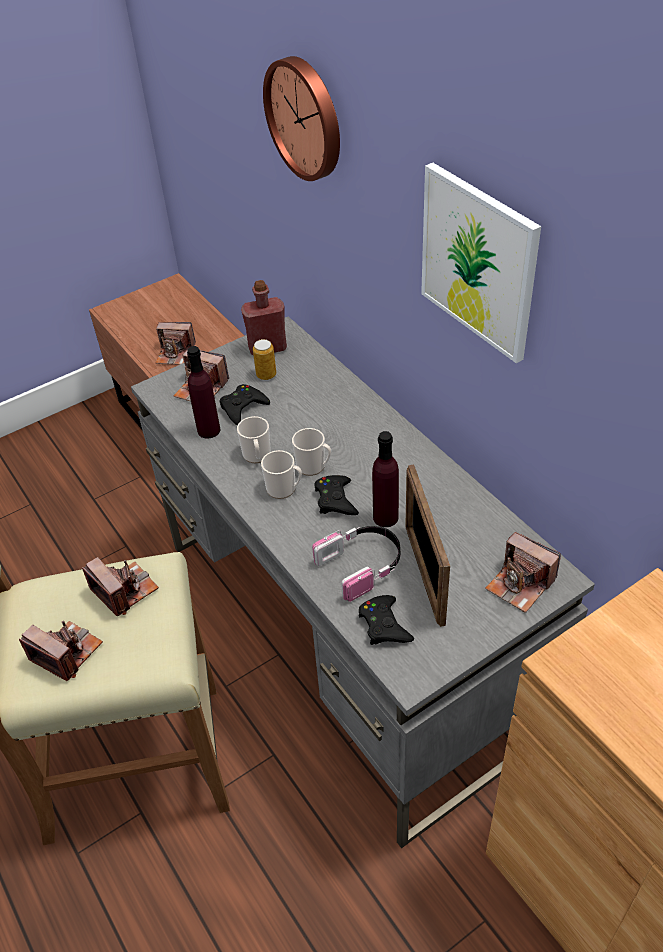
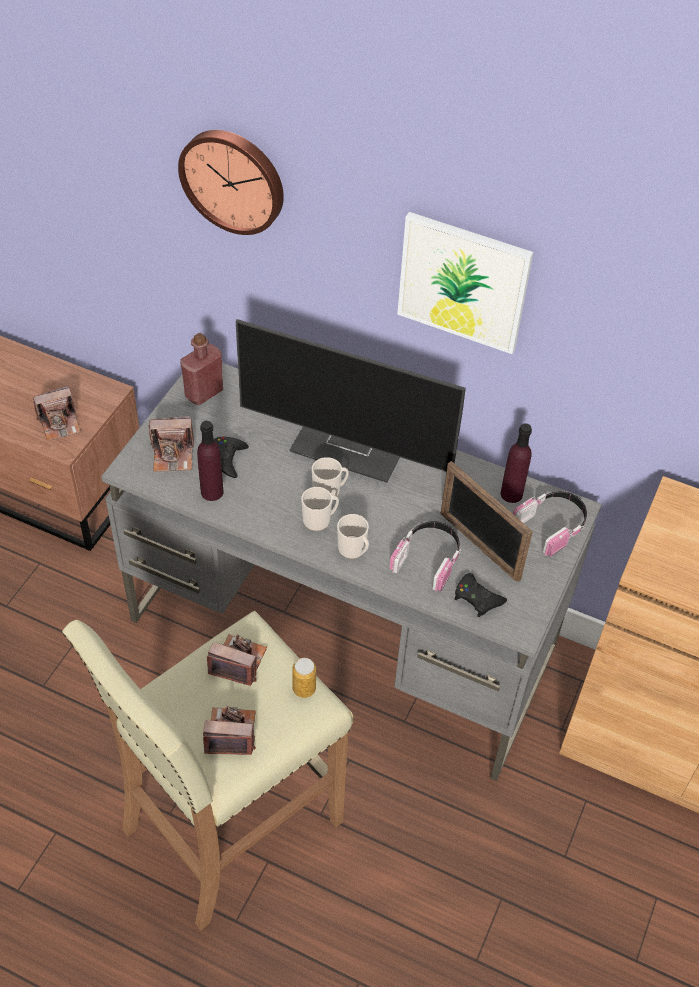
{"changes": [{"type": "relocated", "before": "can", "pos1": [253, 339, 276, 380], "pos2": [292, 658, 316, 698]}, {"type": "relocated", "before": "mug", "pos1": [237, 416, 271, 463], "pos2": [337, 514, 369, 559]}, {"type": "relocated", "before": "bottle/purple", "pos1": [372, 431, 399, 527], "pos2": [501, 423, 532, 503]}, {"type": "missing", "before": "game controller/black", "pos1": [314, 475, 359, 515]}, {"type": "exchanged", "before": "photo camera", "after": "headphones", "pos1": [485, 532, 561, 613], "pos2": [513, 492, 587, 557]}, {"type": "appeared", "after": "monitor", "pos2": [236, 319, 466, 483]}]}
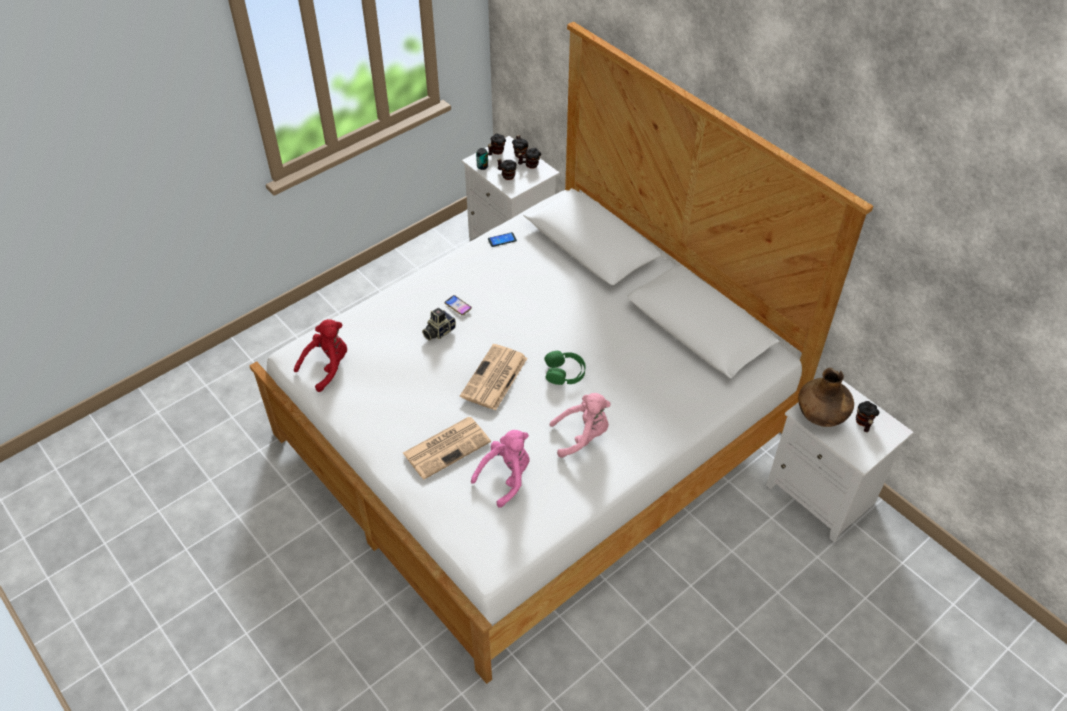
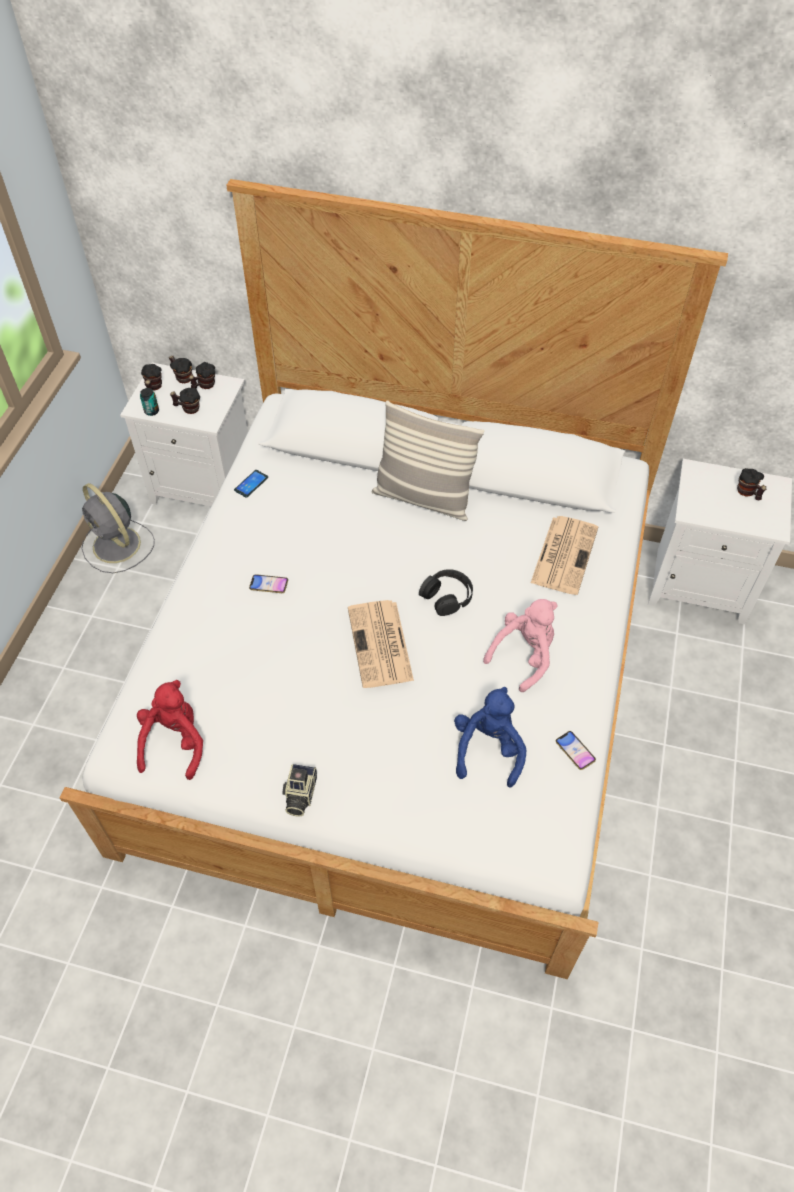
{"changes": [{"type": "relocated", "before": "photo camera", "pos1": [422, 308, 456, 341], "pos2": [282, 764, 317, 817]}, {"type": "colour", "before": "headphones/green", "after": "headphones/black", "pos1": [544, 351, 586, 385], "pos2": [419, 569, 473, 616]}, {"type": "missing", "before": "vase/brown", "pos1": [798, 368, 854, 427]}, {"type": "relocated", "before": "newspaper", "pos1": [403, 417, 491, 480], "pos2": [531, 516, 598, 595]}, {"type": "colour", "before": "plush toy/pink", "after": "plush toy/blue", "pos1": [471, 430, 530, 508], "pos2": [454, 687, 526, 788]}, {"type": "appeared", "after": "pillow", "pos2": [372, 400, 484, 521]}, {"type": "appeared", "after": "fan/grey", "pos2": [81, 483, 155, 573]}, {"type": "appeared", "after": "phone", "pos2": [556, 731, 596, 770]}]}
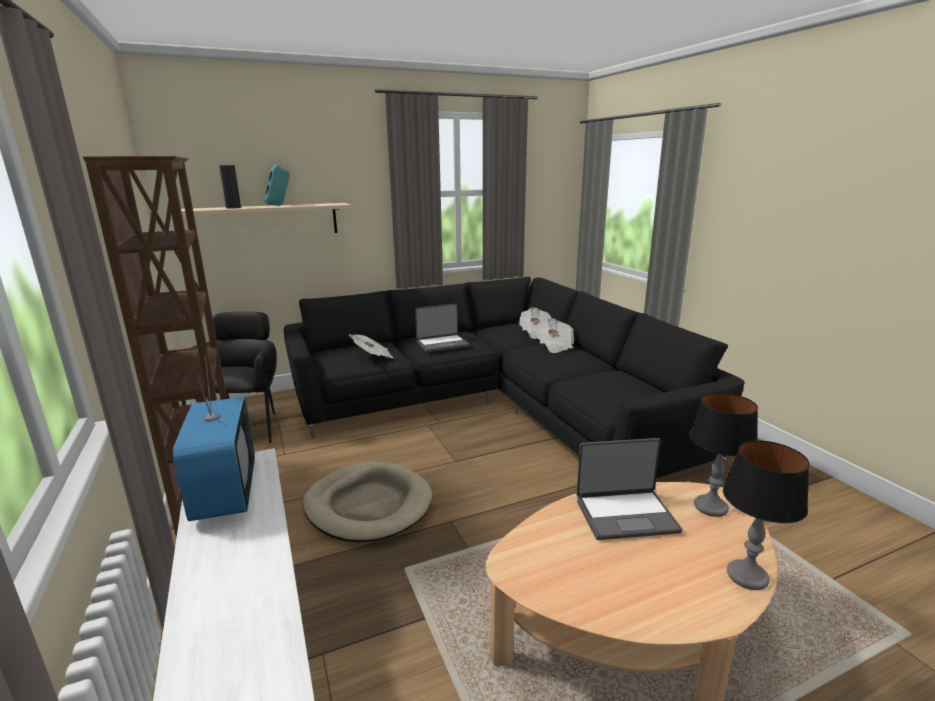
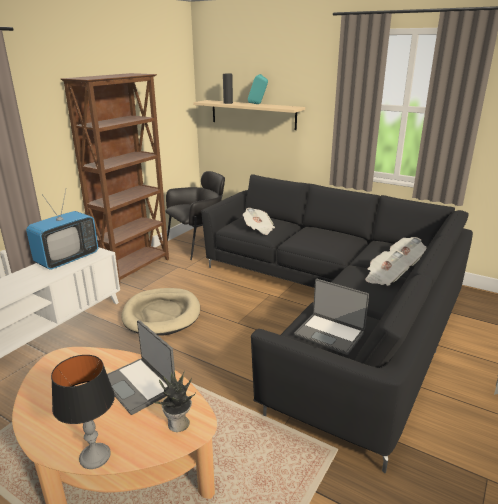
{"changes": [{"type": "relocated", "before": "laptop", "pos1": [415, 304, 469, 353], "pos2": [294, 279, 369, 355]}, {"type": "exchanged", "before": "table lamp", "after": "potted plant", "pos1": [689, 392, 758, 517], "pos2": [152, 371, 196, 432]}]}
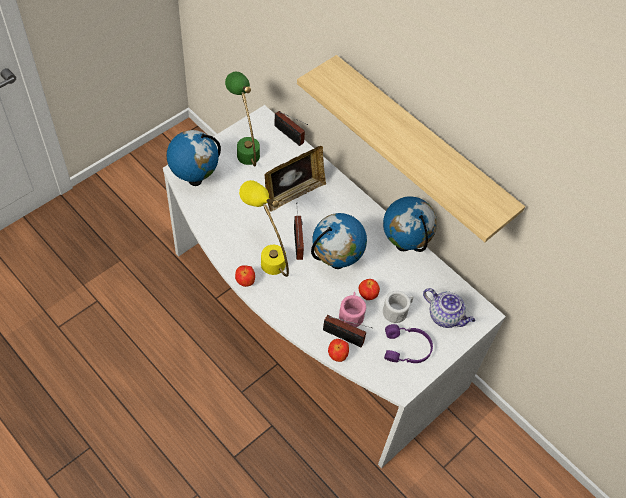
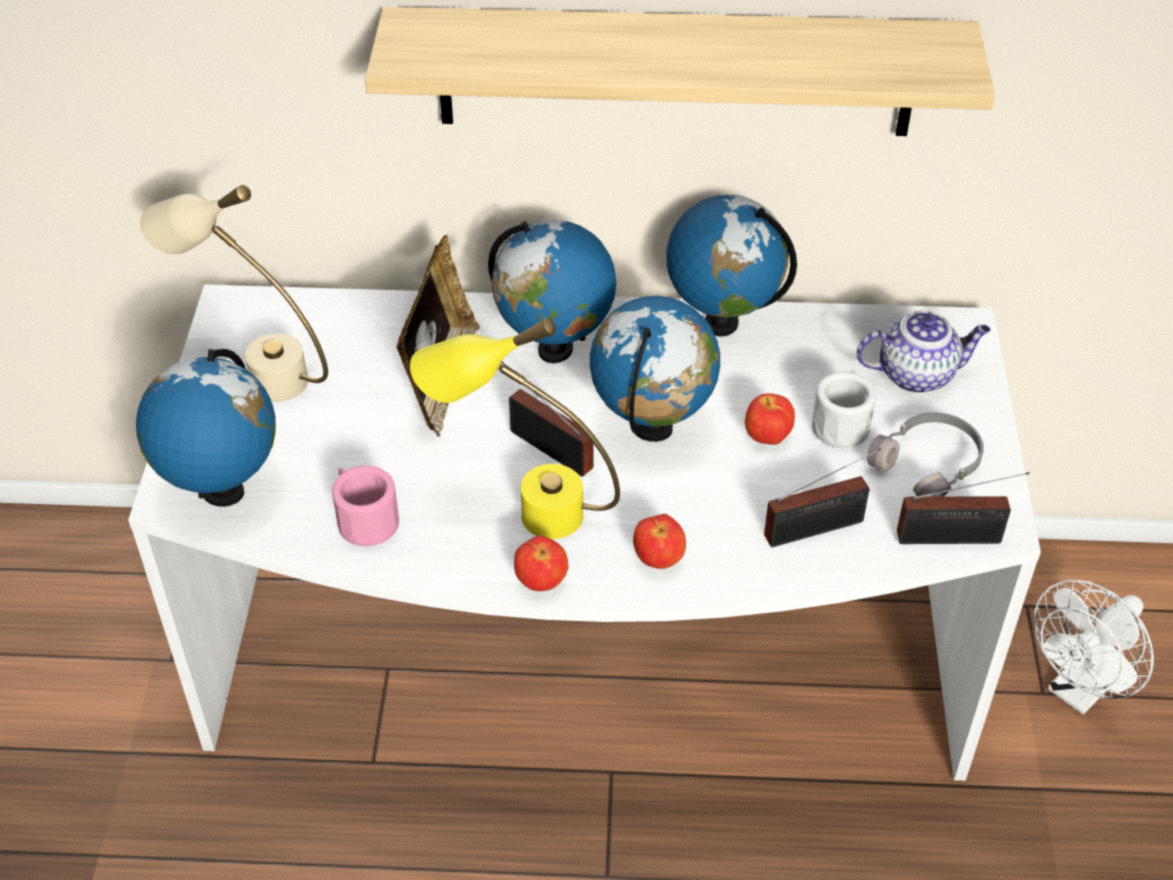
{"changes": [{"type": "colour", "before": "table lamp/green", "after": "table lamp/beige", "pos1": [225, 72, 260, 166], "pos2": [140, 185, 328, 402]}, {"type": "relocated", "before": "radio", "pos1": [274, 111, 308, 146], "pos2": [897, 472, 1029, 544]}, {"type": "relocated", "before": "mug/pink", "pos1": [339, 292, 366, 327], "pos2": [332, 465, 399, 546]}, {"type": "colour", "before": "headphones/purple", "after": "headphones/grey", "pos1": [384, 324, 433, 363], "pos2": [867, 412, 984, 497]}, {"type": "relocated", "before": "apple", "pos1": [328, 339, 349, 362], "pos2": [633, 514, 686, 569]}, {"type": "appeared", "after": "globe", "pos2": [488, 220, 616, 363]}, {"type": "appeared", "after": "fan/white", "pos2": [1034, 580, 1154, 715]}]}
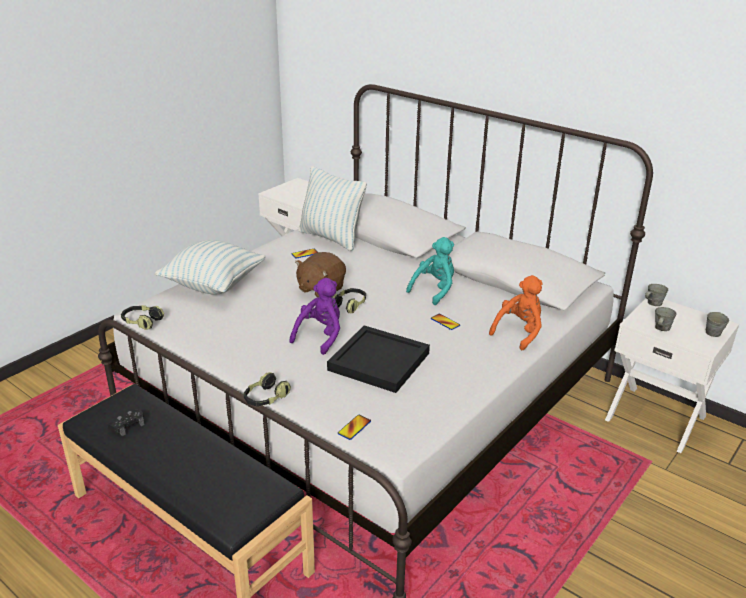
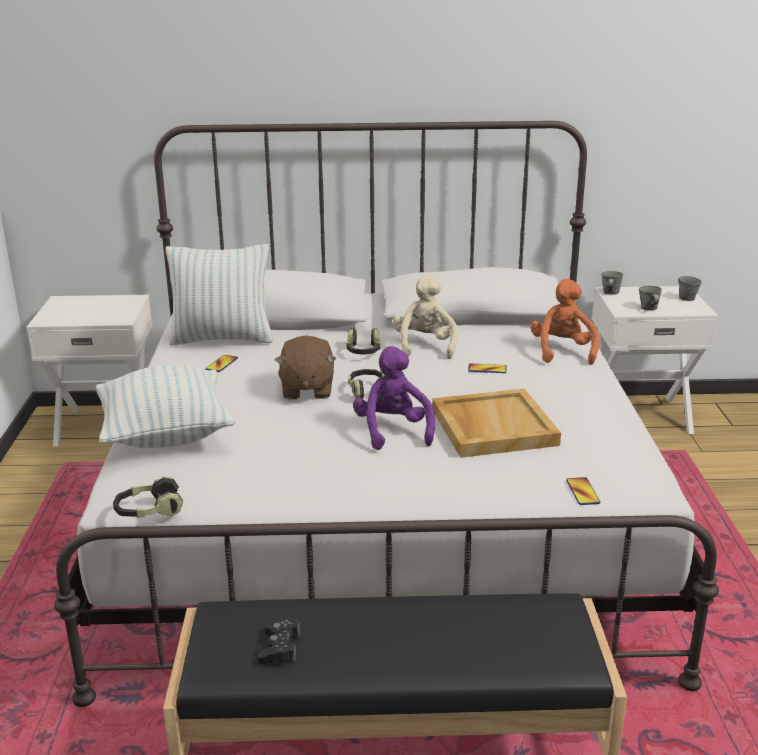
{"changes": [{"type": "colour", "before": "plush toy/turquoise", "after": "plush toy/beige", "pos1": [406, 237, 454, 305], "pos2": [393, 275, 458, 359]}, {"type": "colour", "before": "tray/black", "after": "tray/beige", "pos1": [327, 325, 430, 393], "pos2": [432, 389, 561, 458]}, {"type": "relocated", "before": "headphones", "pos1": [244, 372, 291, 406], "pos2": [346, 328, 381, 355]}]}
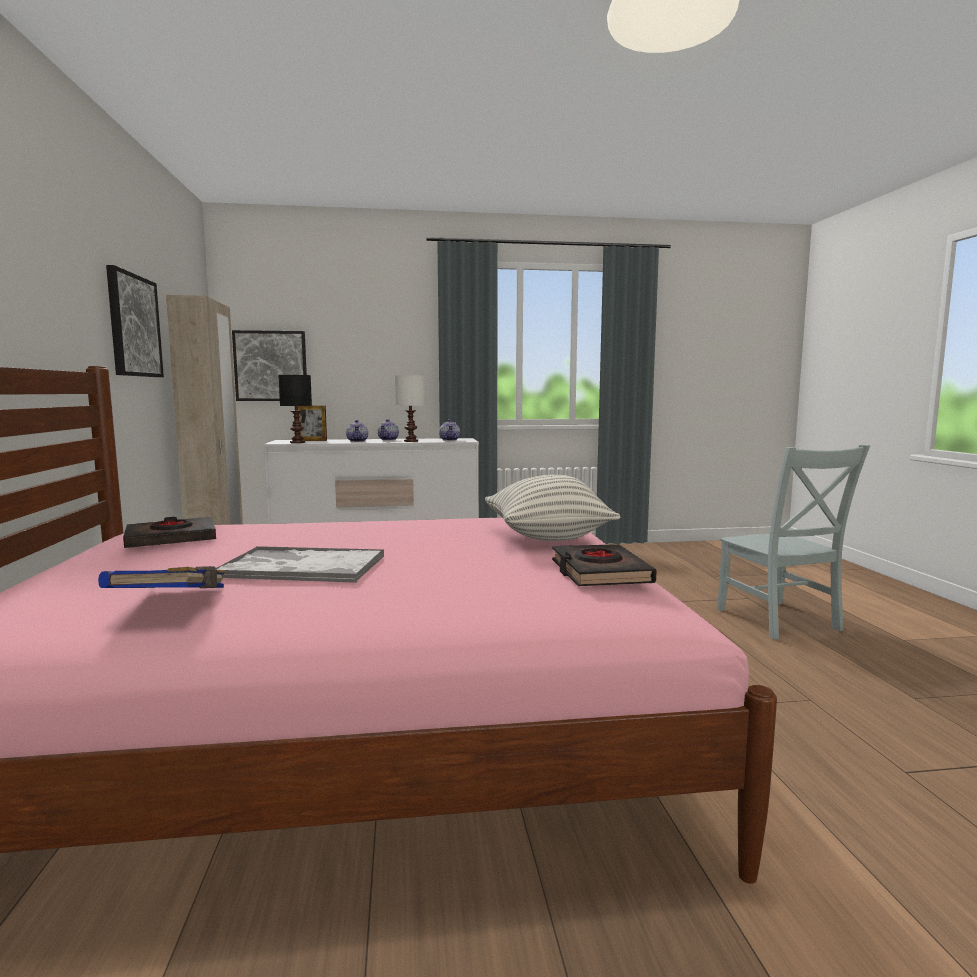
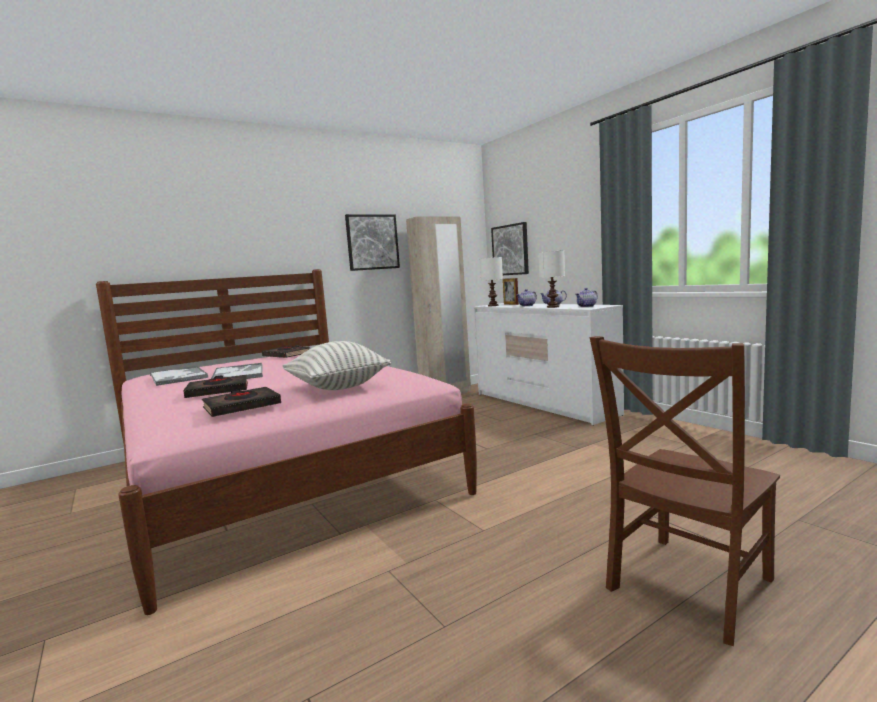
{"changes": [{"type": "colour", "before": "table lamp/black", "after": "table lamp/white", "pos1": [279, 375, 312, 443], "pos2": [480, 257, 503, 306]}, {"type": "colour", "before": "chair/grey", "after": "chair/brown", "pos1": [717, 445, 870, 640], "pos2": [590, 336, 780, 646]}, {"type": "exchanged", "before": "book/blue", "after": "tray", "pos1": [98, 566, 226, 588], "pos2": [150, 366, 208, 386]}, {"type": "appeared", "after": "book/black", "pos2": [183, 375, 248, 398]}]}
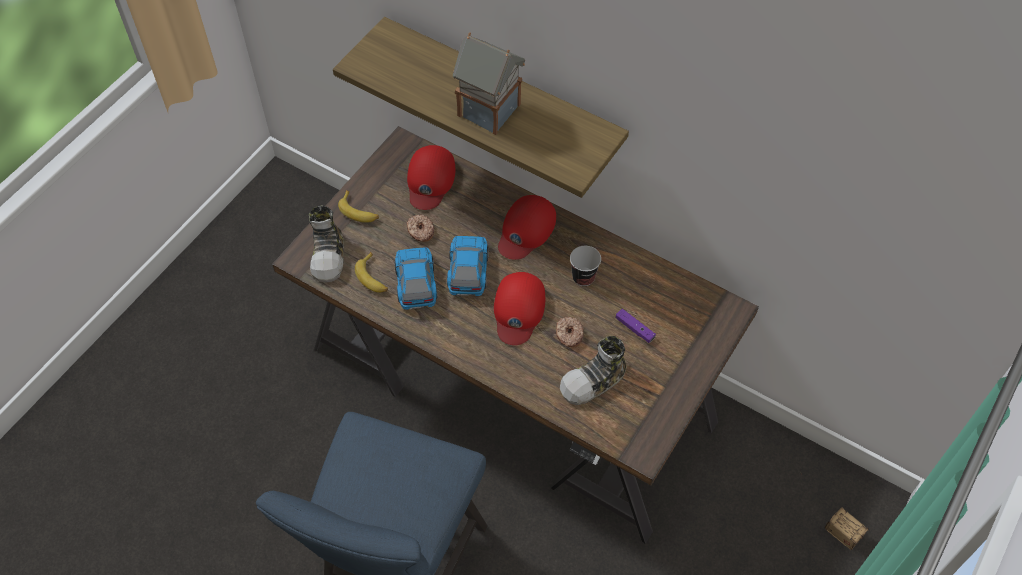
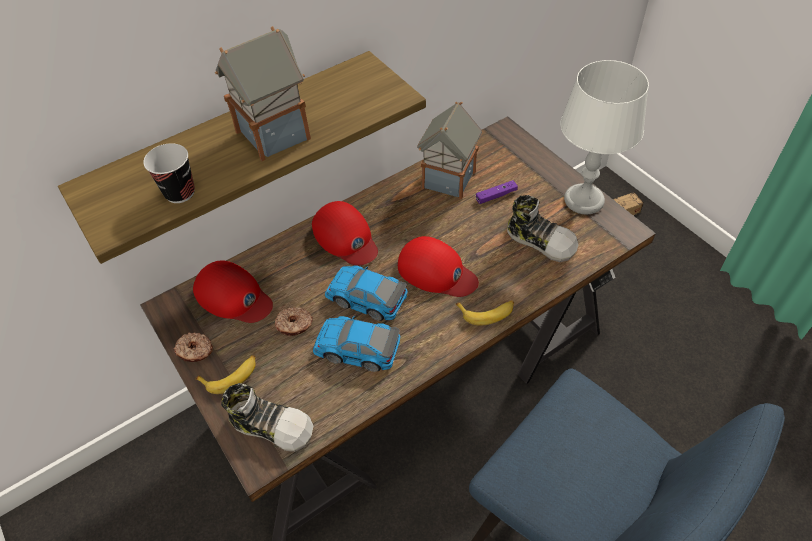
{"changes": [{"type": "relocated", "before": "cup", "pos1": [570, 246, 601, 286], "pos2": [143, 143, 195, 203]}, {"type": "relocated", "before": "banana", "pos1": [355, 252, 388, 293], "pos2": [455, 300, 514, 326]}, {"type": "relocated", "before": "donut", "pos1": [556, 317, 584, 348], "pos2": [173, 333, 213, 362]}, {"type": "spun", "before": "shoe", "pos1": [560, 336, 627, 405], "pos2": [507, 195, 578, 262], "turn": -45}, {"type": "appeared", "after": "table lamp/white", "pos2": [560, 60, 649, 214]}, {"type": "appeared", "after": "toy house", "pos2": [417, 102, 482, 199]}]}
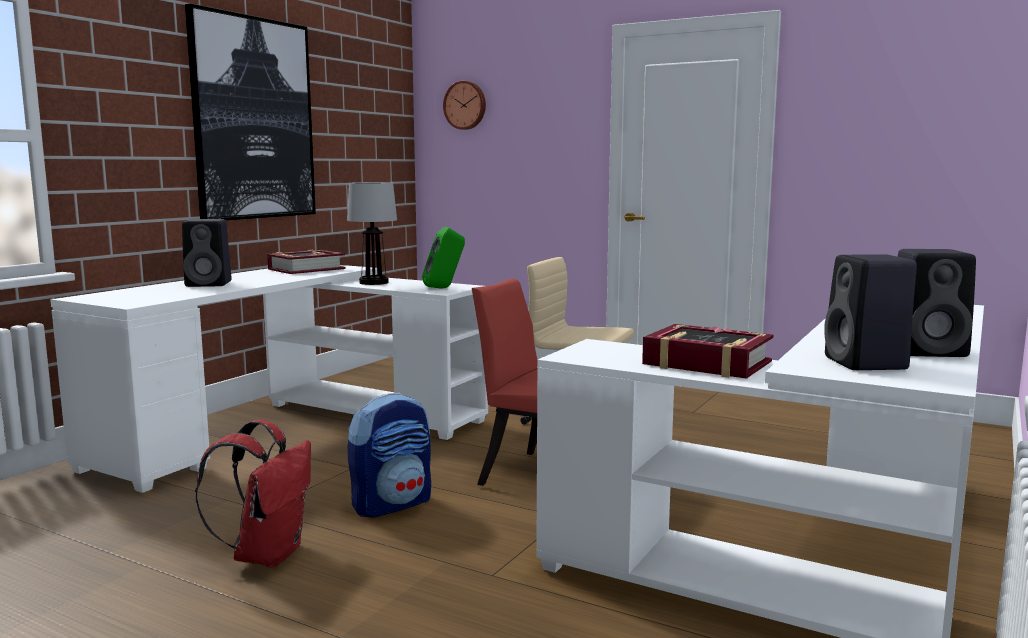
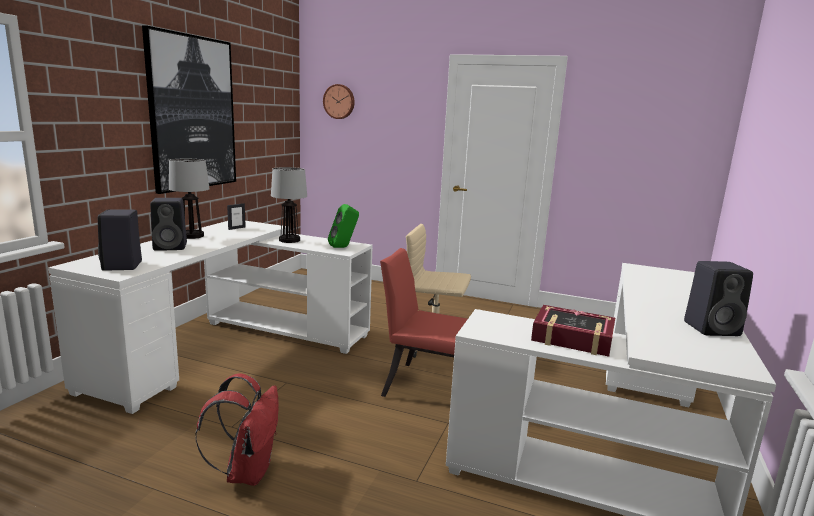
{"changes": [{"type": "exchanged", "before": "book", "after": "picture frame", "pos1": [267, 250, 346, 274], "pos2": [227, 203, 246, 230]}, {"type": "relocated", "before": "speaker/black", "pos1": [824, 254, 917, 370], "pos2": [98, 210, 142, 271]}, {"type": "missing", "before": "backpack", "pos1": [347, 392, 431, 517]}, {"type": "appeared", "after": "table lamp", "pos2": [169, 159, 210, 239]}]}
